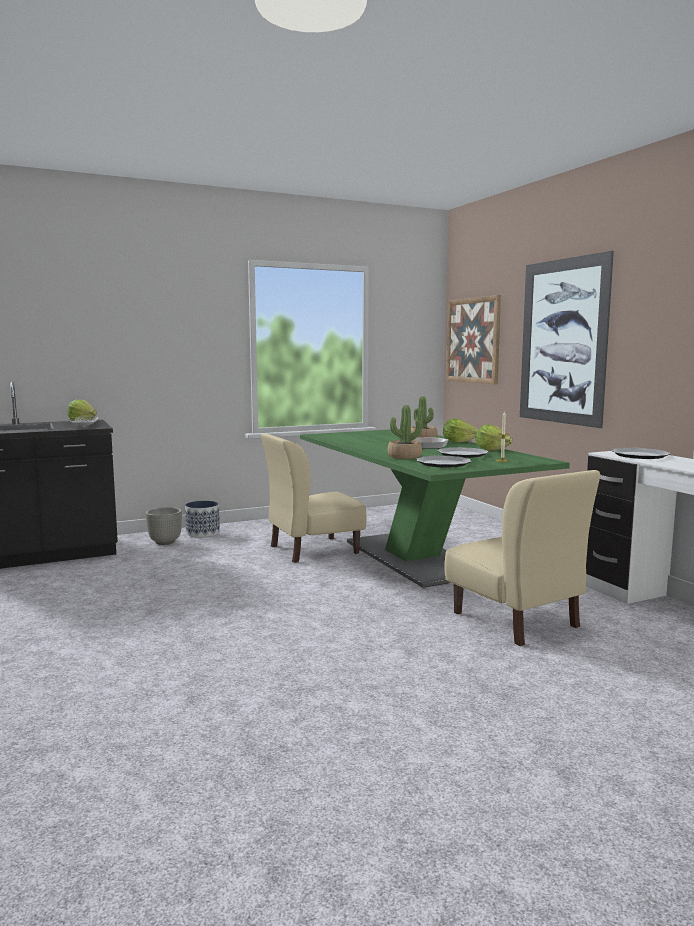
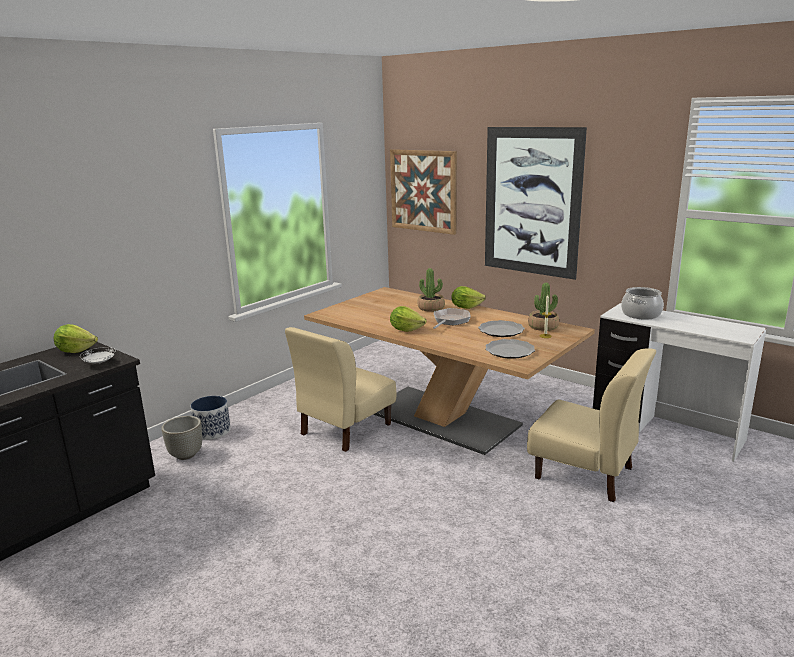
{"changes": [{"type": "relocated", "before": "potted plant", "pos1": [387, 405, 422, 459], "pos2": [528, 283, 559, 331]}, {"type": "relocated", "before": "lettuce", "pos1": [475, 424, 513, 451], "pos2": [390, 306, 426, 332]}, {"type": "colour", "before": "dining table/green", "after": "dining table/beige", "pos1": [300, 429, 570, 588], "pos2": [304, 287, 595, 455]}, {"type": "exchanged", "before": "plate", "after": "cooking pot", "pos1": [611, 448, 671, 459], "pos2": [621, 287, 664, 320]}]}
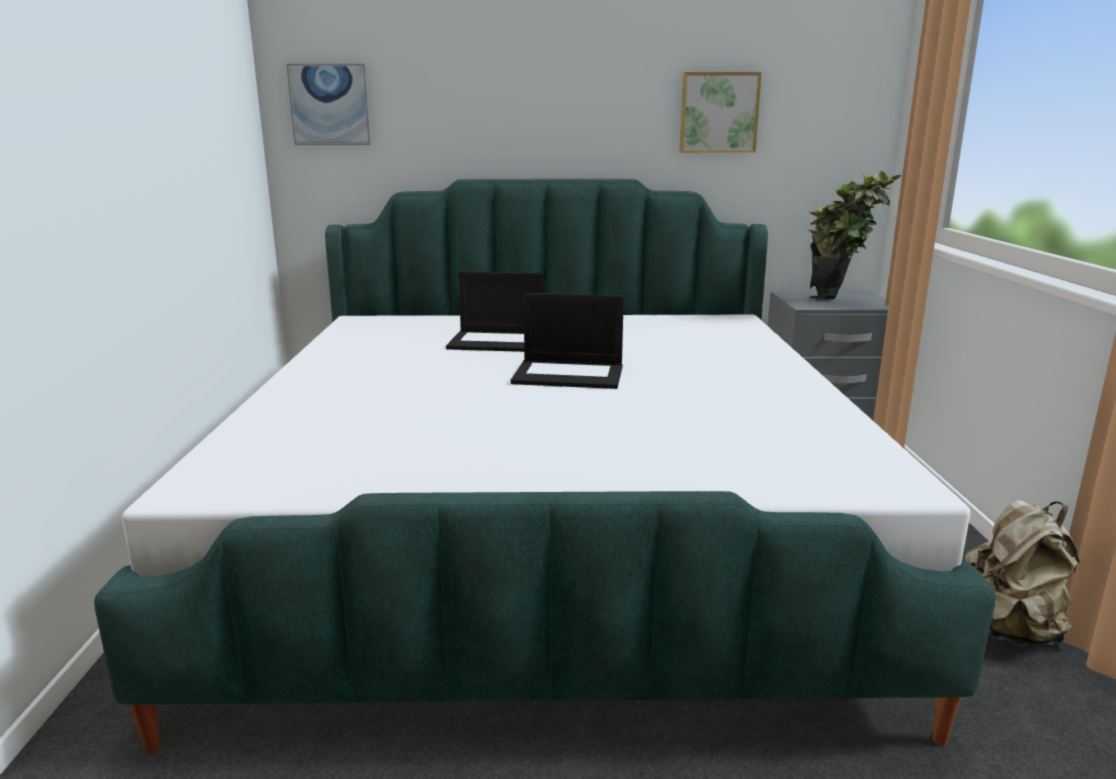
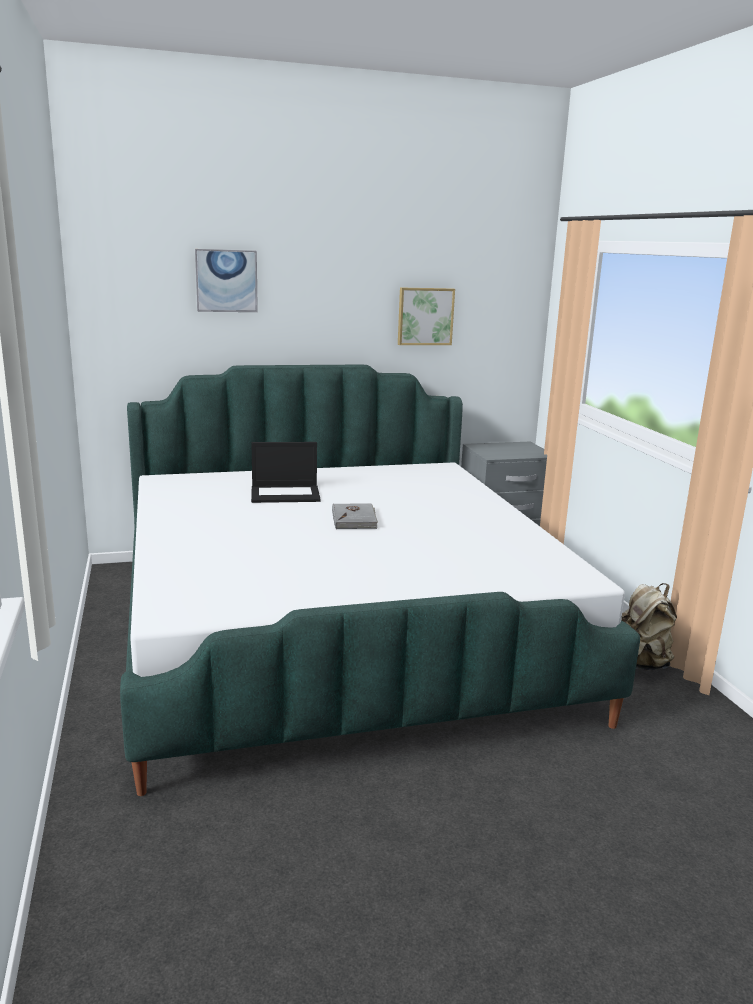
{"changes": [{"type": "relocated", "before": "picture", "pos1": [287, 64, 371, 145], "pos2": [195, 249, 258, 312]}, {"type": "missing", "before": "potted plant", "pos1": [808, 171, 901, 299]}, {"type": "exchanged", "before": "laptop", "after": "book/grey", "pos1": [510, 293, 624, 389], "pos2": [332, 504, 378, 529]}]}
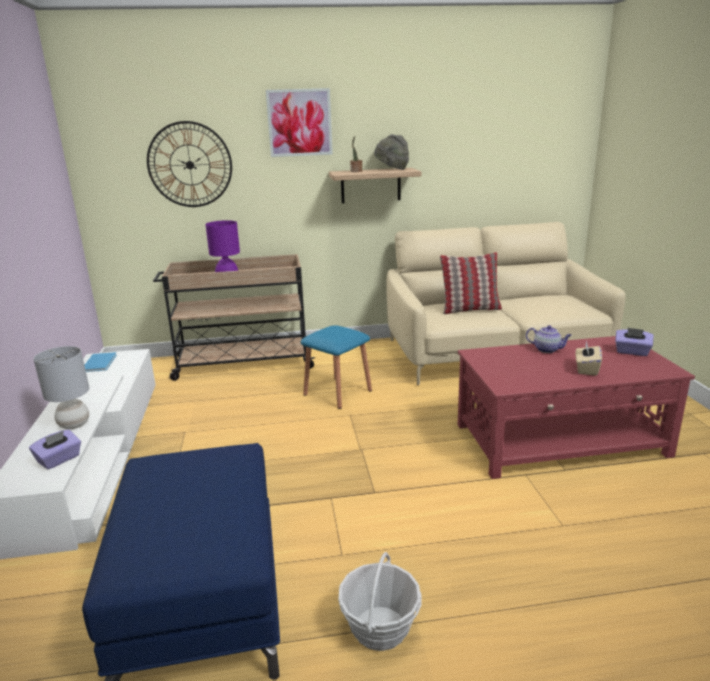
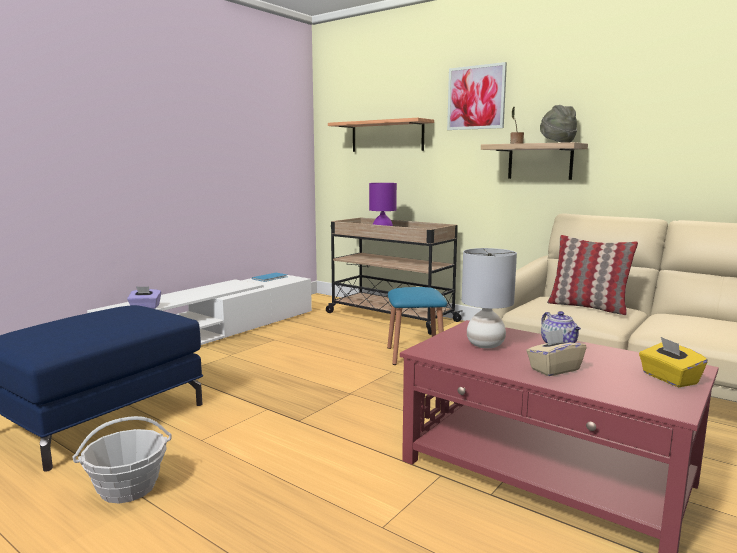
{"changes": [{"type": "exchanged", "before": "wall clock", "after": "shelf", "pos1": [147, 121, 232, 207], "pos2": [328, 118, 434, 152]}, {"type": "colour", "before": "tissue box/purple", "after": "tissue box/yellow", "pos1": [615, 328, 654, 356], "pos2": [639, 337, 708, 387]}, {"type": "relocated", "before": "table lamp/grey", "pos1": [34, 346, 89, 429], "pos2": [462, 248, 517, 349]}]}
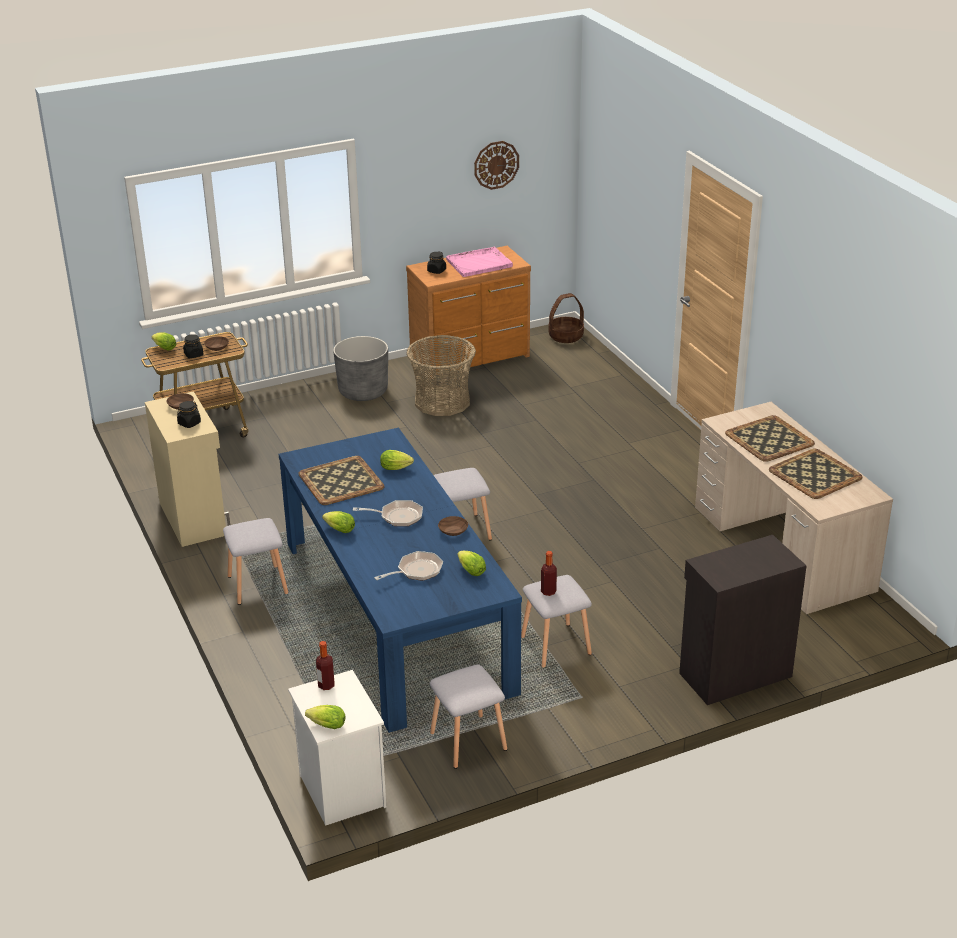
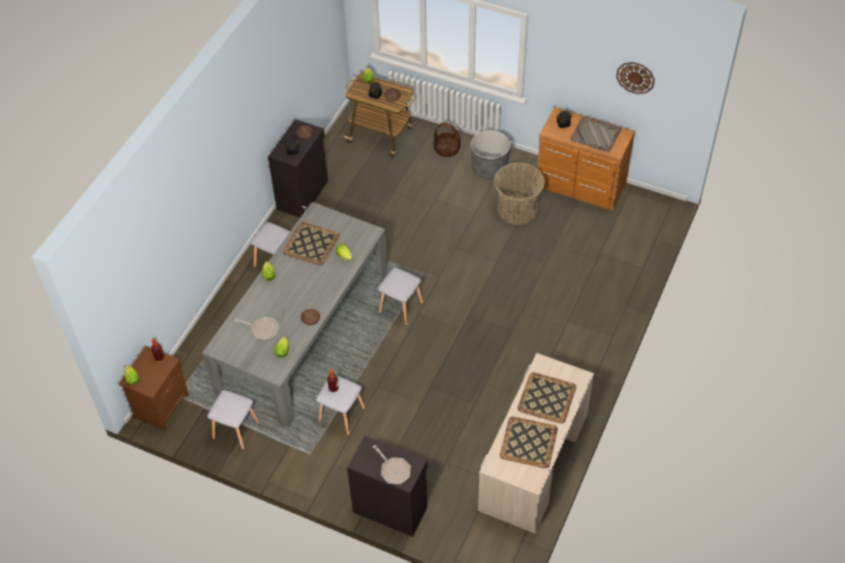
{"changes": [{"type": "colour", "before": "tray/pink", "after": "tray/grey", "pos1": [446, 247, 513, 277], "pos2": [570, 116, 621, 152]}, {"type": "relocated", "before": "basket", "pos1": [548, 293, 584, 343], "pos2": [434, 122, 460, 157]}, {"type": "colour", "before": "cabinet/beige", "after": "cabinet/black", "pos1": [145, 391, 230, 547], "pos2": [268, 119, 328, 217]}, {"type": "colour", "before": "dining table/blue", "after": "dining table/grey", "pos1": [279, 428, 522, 733], "pos2": [202, 202, 388, 427]}, {"type": "relocated", "before": "frying pan", "pos1": [353, 500, 423, 526], "pos2": [373, 445, 411, 484]}, {"type": "colour", "before": "nightstand/white", "after": "nightstand/brown", "pos1": [288, 670, 386, 826], "pos2": [119, 346, 189, 431]}]}
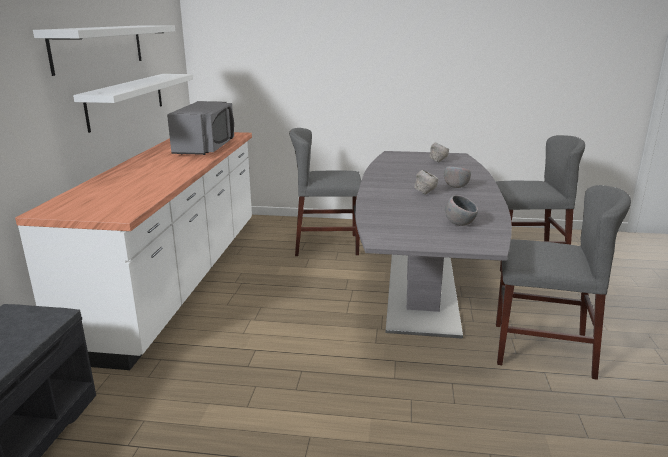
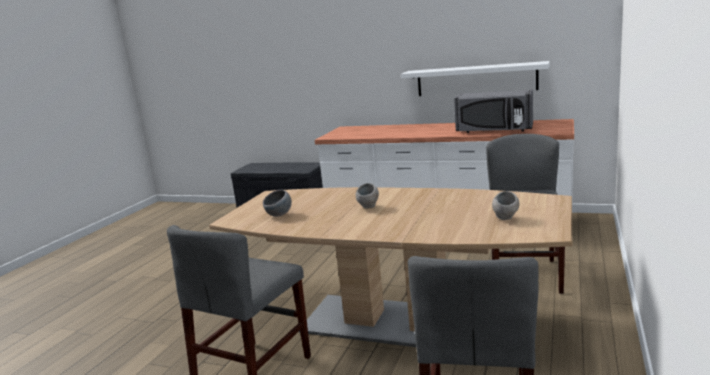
{"changes": [{"type": "missing", "before": "shelf/white", "pos1": [33, 25, 175, 76]}, {"type": "colour", "before": "dining table/grey", "after": "dining table/brown", "pos1": [355, 151, 512, 339], "pos2": [209, 187, 572, 347]}, {"type": "missing", "before": "bowl/grey", "pos1": [444, 167, 471, 188]}]}
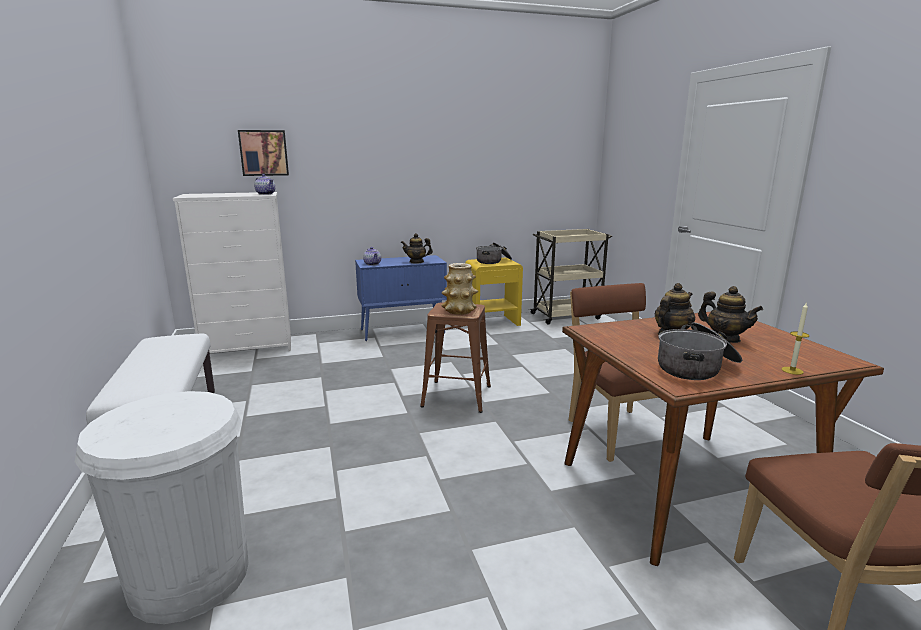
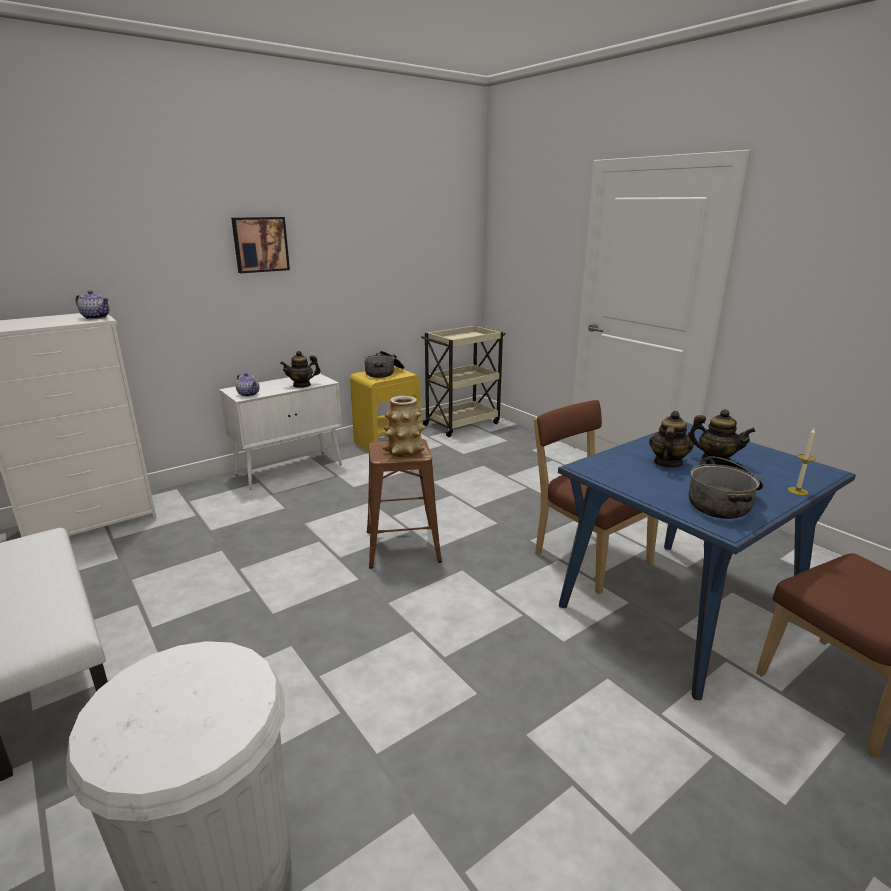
{"changes": [{"type": "relocated", "before": "picture", "pos1": [238, 130, 289, 176], "pos2": [231, 217, 290, 273]}, {"type": "colour", "before": "cabinet/blue", "after": "cabinet/white", "pos1": [355, 255, 447, 341], "pos2": [219, 373, 342, 490]}, {"type": "colour", "before": "dining table/brown", "after": "dining table/blue", "pos1": [562, 312, 884, 566], "pos2": [558, 422, 856, 700]}]}
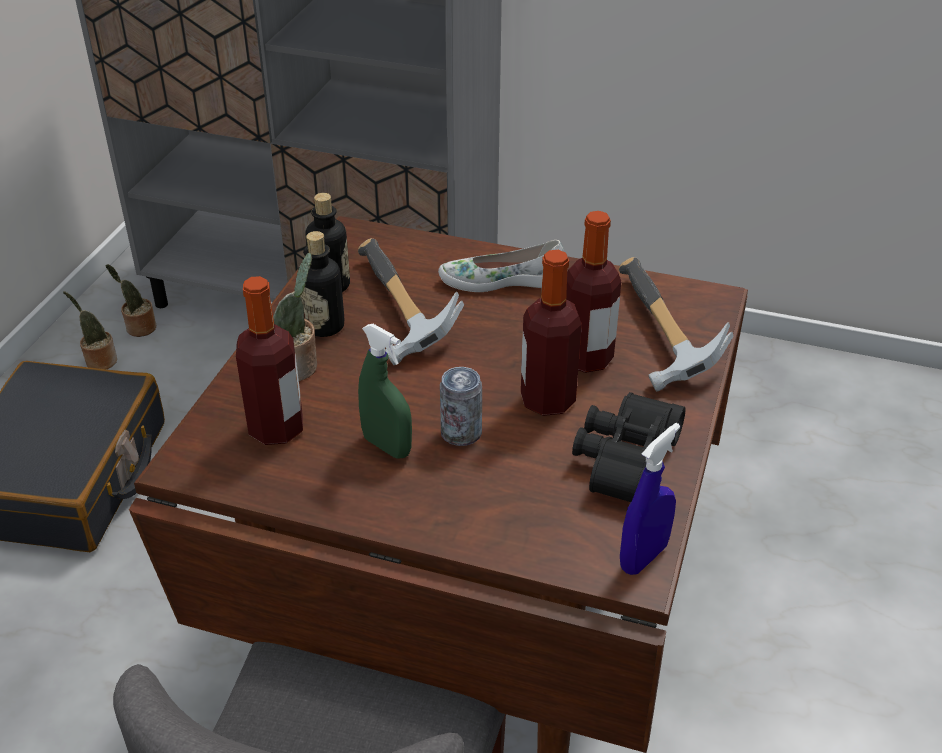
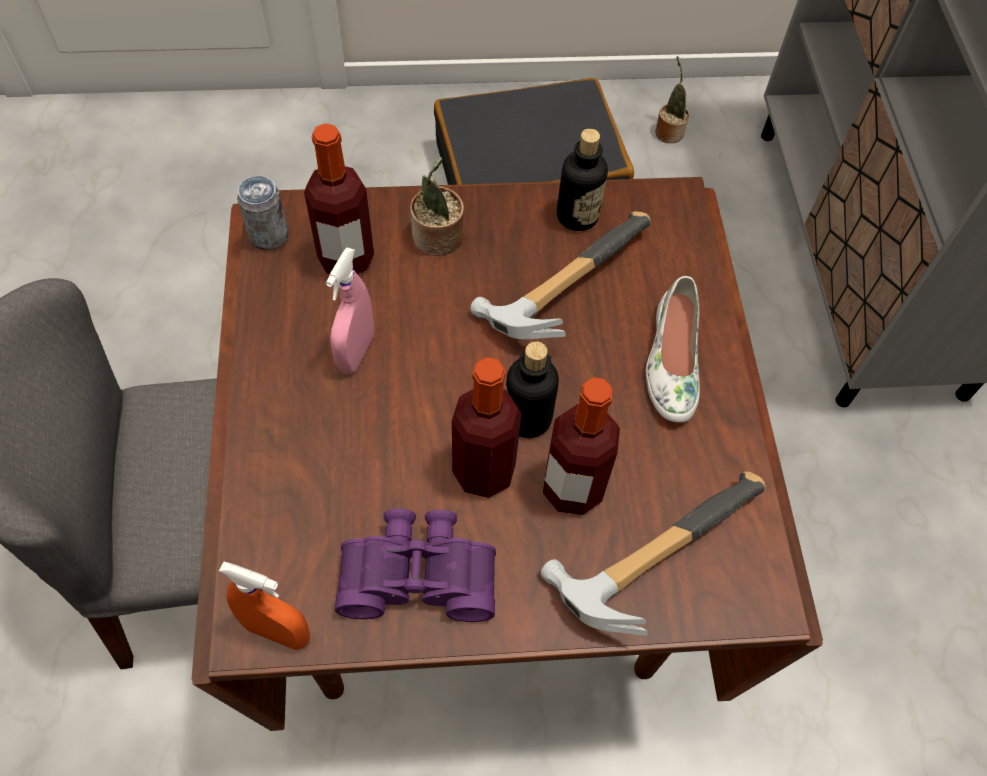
{"changes": [{"type": "relocated", "before": "bottle", "pos1": [298, 231, 344, 337], "pos2": [506, 342, 559, 438]}, {"type": "spun", "before": "shoe/white", "pos1": [438, 240, 564, 292], "pos2": [646, 276, 700, 423], "turn": -150}, {"type": "missing", "before": "potted plant", "pos1": [106, 264, 156, 337]}, {"type": "colour", "before": "spray bottle/green", "after": "spray bottle/pink", "pos1": [358, 324, 412, 458], "pos2": [326, 247, 374, 374]}, {"type": "relocated", "before": "can", "pos1": [440, 367, 482, 446], "pos2": [237, 176, 289, 250]}, {"type": "colour", "before": "binoculars/black", "after": "binoculars/purple", "pos1": [572, 392, 686, 502], "pos2": [335, 508, 496, 622]}, {"type": "colour", "before": "spray bottle/blue", "after": "spray bottle/orange", "pos1": [620, 423, 680, 575], "pos2": [219, 561, 310, 650]}]}
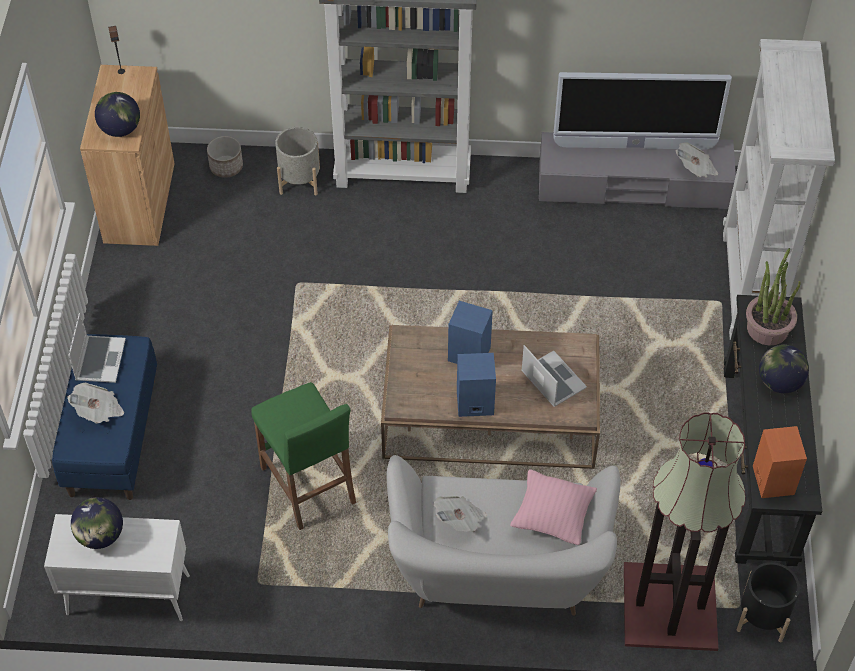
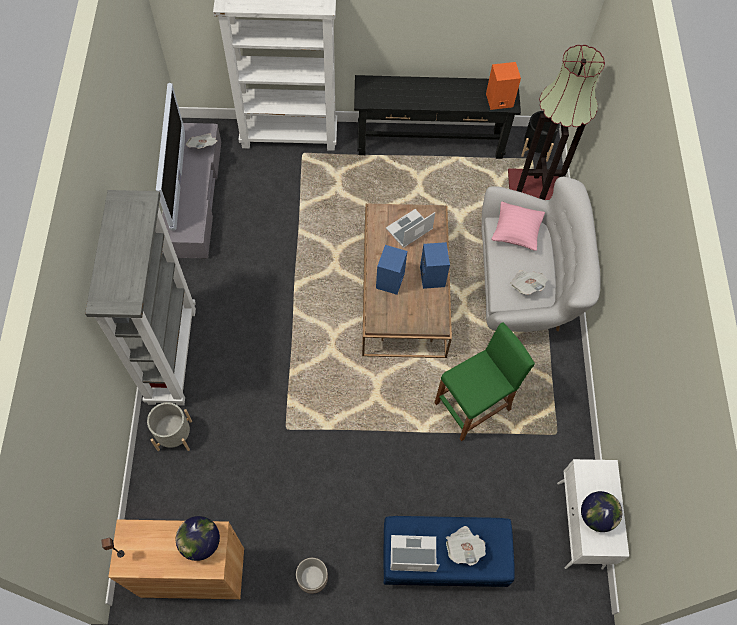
{"changes": [{"type": "relocated", "before": "planter", "pos1": [207, 136, 243, 178], "pos2": [296, 558, 328, 594]}, {"type": "missing", "before": "potted plant", "pos1": [746, 248, 801, 346]}, {"type": "missing", "before": "globe", "pos1": [759, 345, 809, 393]}]}
